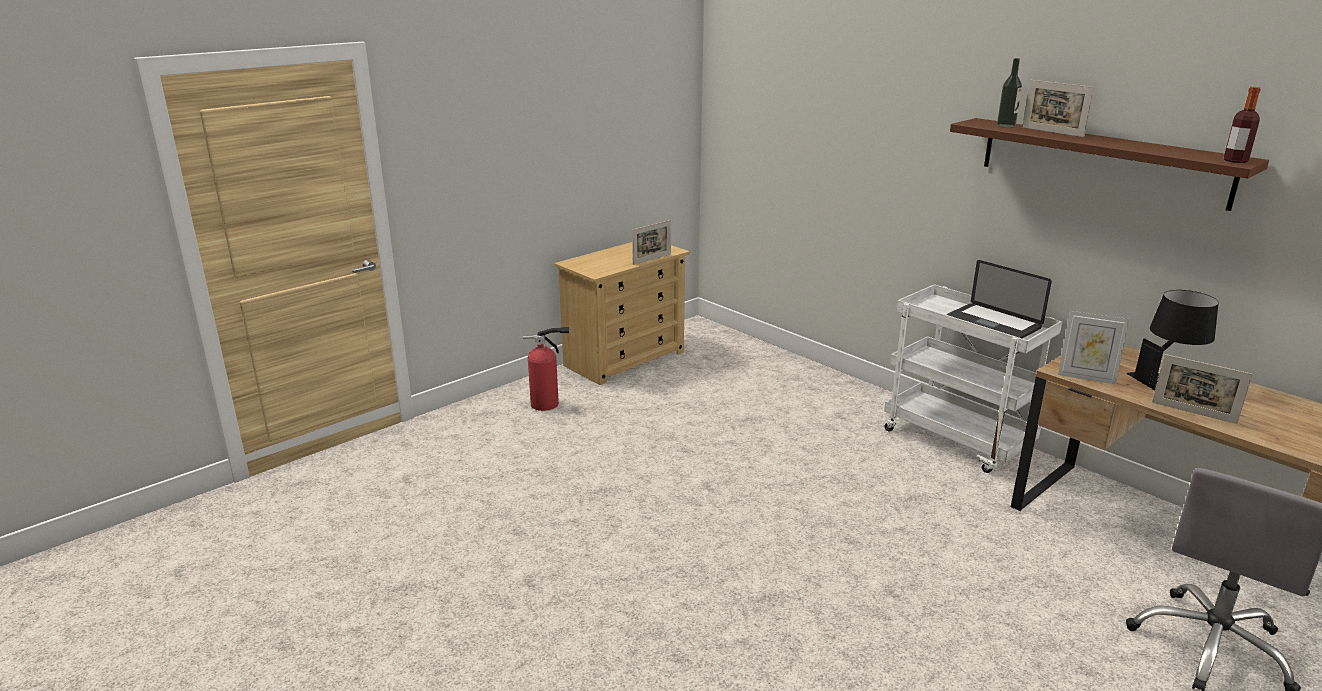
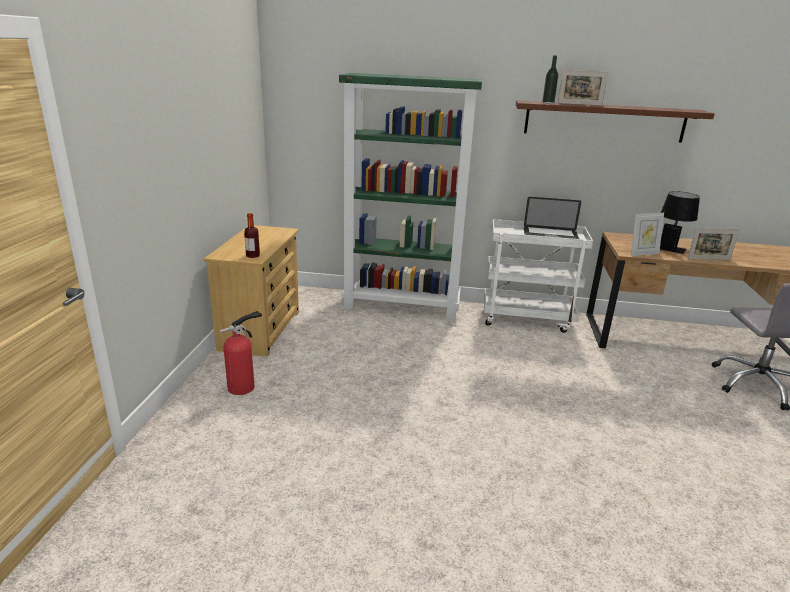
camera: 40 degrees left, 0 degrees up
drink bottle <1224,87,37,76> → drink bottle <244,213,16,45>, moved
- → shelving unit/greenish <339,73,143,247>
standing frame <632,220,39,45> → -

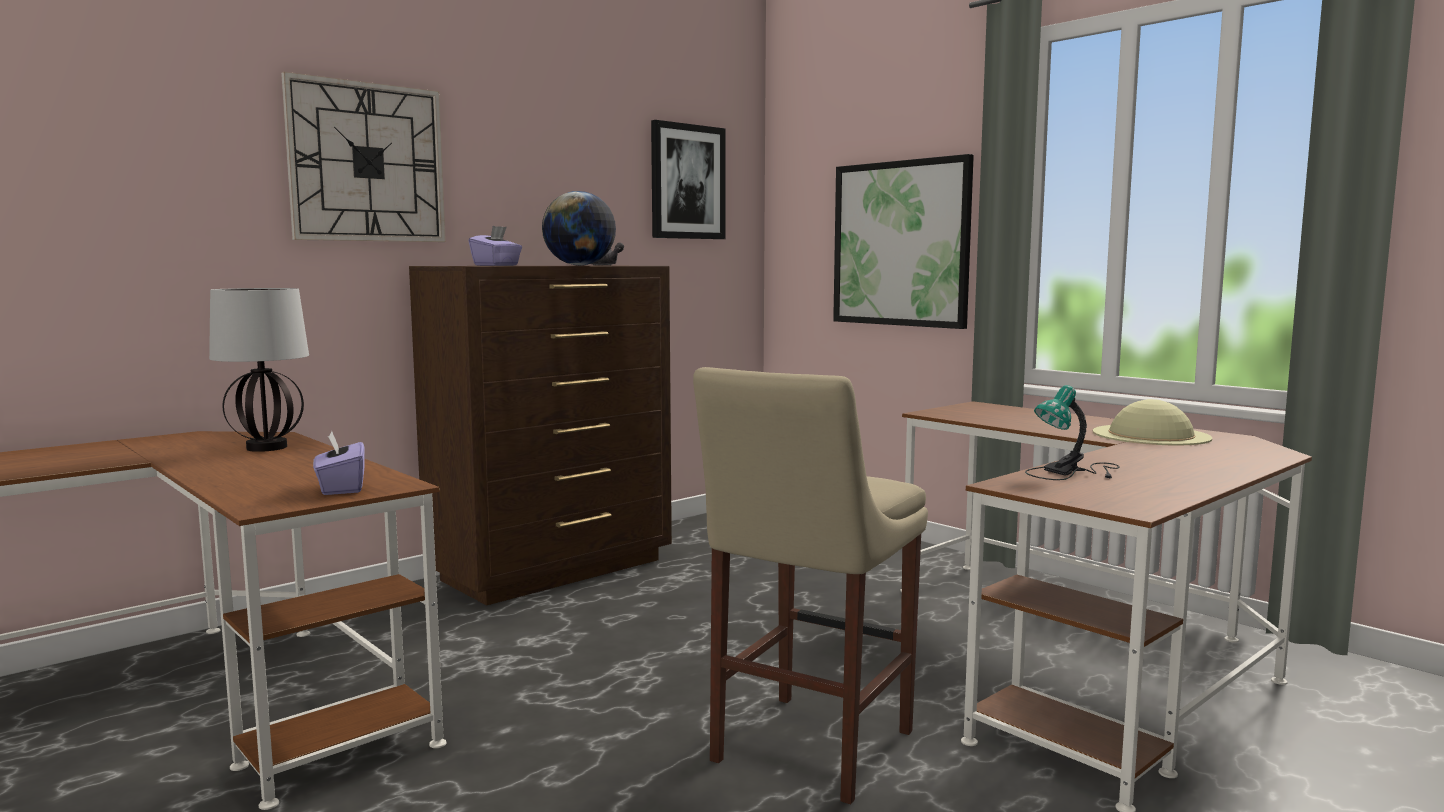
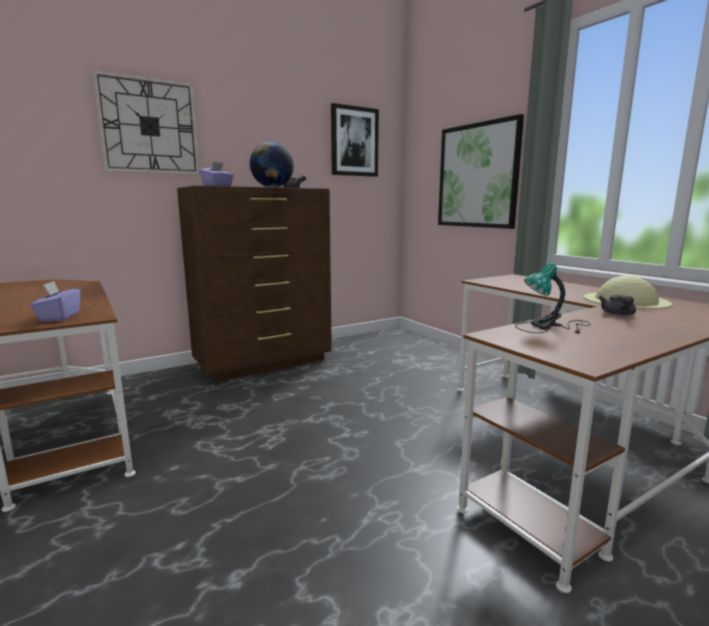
camera: 10 degrees right, 5 degrees up
- → teapot/grey <599,295,37,21>
lamp for a table <209,288,100,164> → -
stool seat/sand-coloured <693,367,235,437> → -

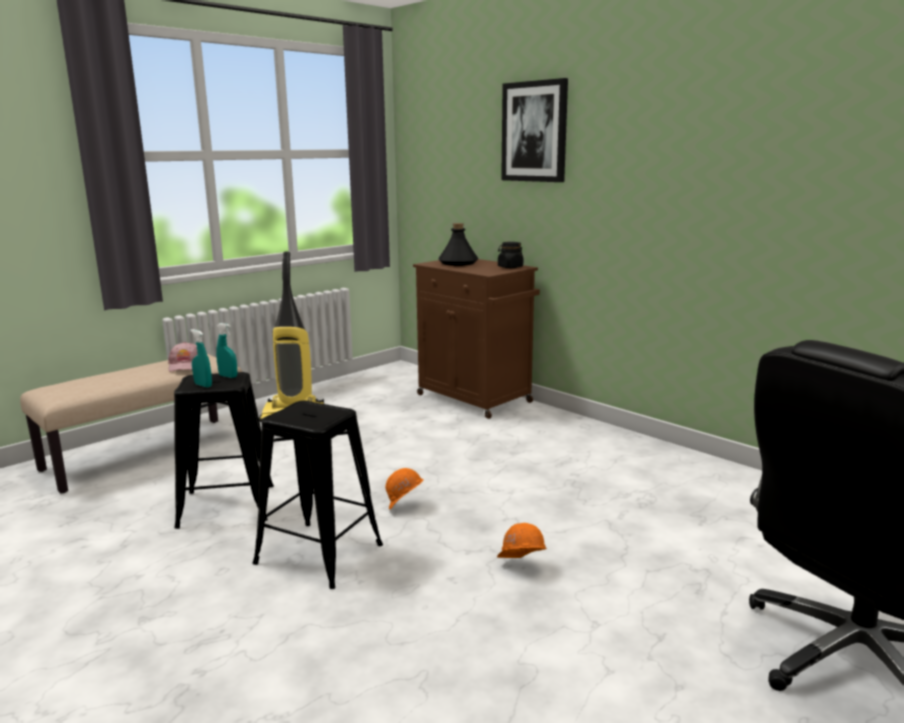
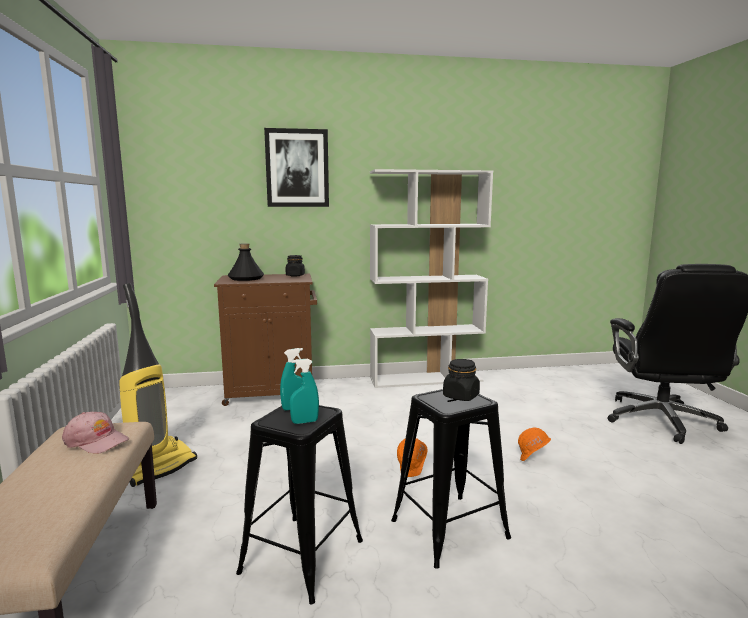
camera: 55 degrees left, 5 degrees down
- → shelving unit/whitish <370,169,123,219>
- → storage jar/black-coloured <443,359,37,42>

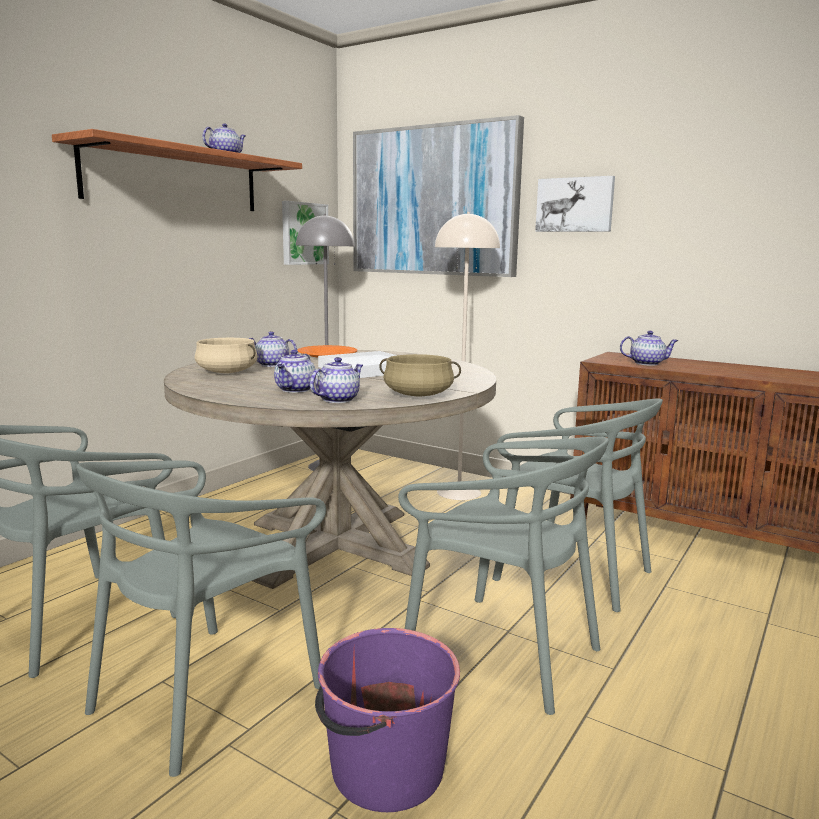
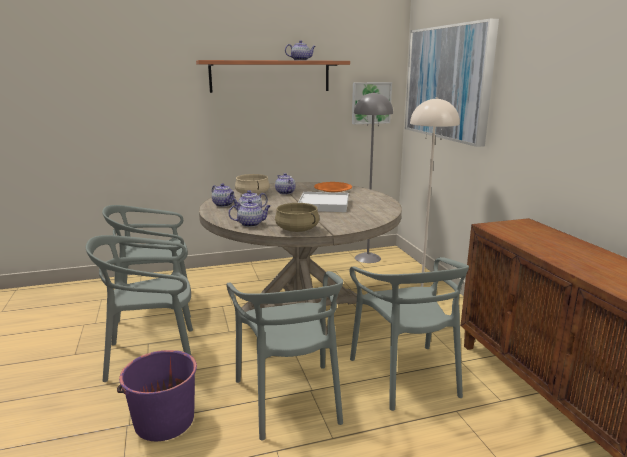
camera: 40 degrees right, 5 degrees up
teapot <620,331,58,35> → teapot <212,183,23,24>, moved
wall art <535,176,80,56> → -

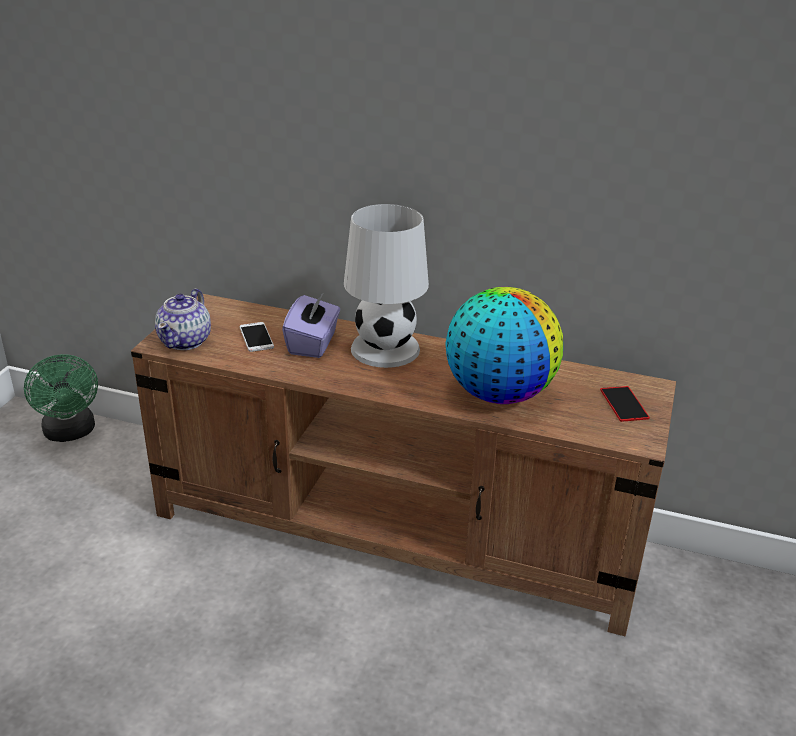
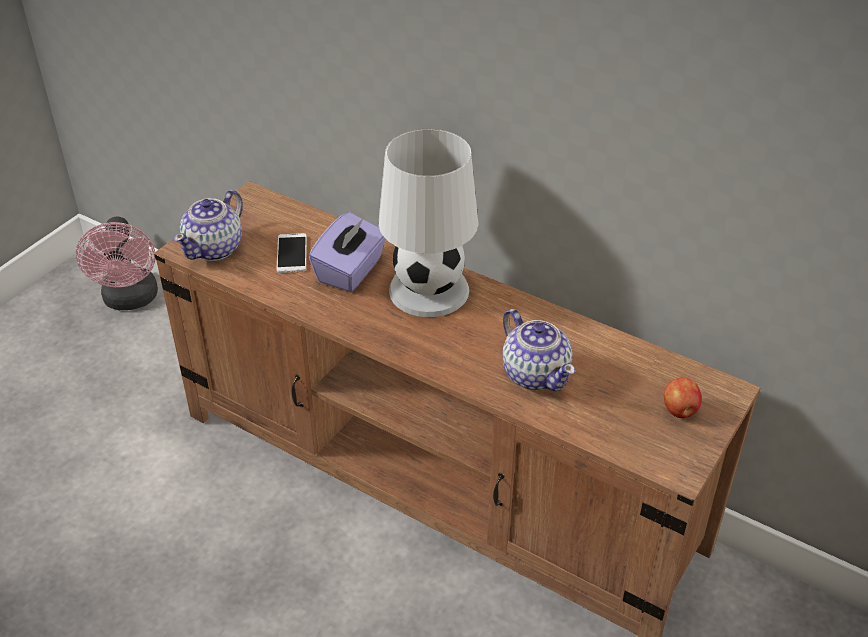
camera: 15 degrees right, 10 degrees up
cooling fan/greenish <24,354,74,88> → cooling fan/pink-coloured <76,216,82,94>
desk globe <445,287,118,117> → teapot <502,309,73,82>
handset <600,386,50,36> → apple <664,377,38,41>

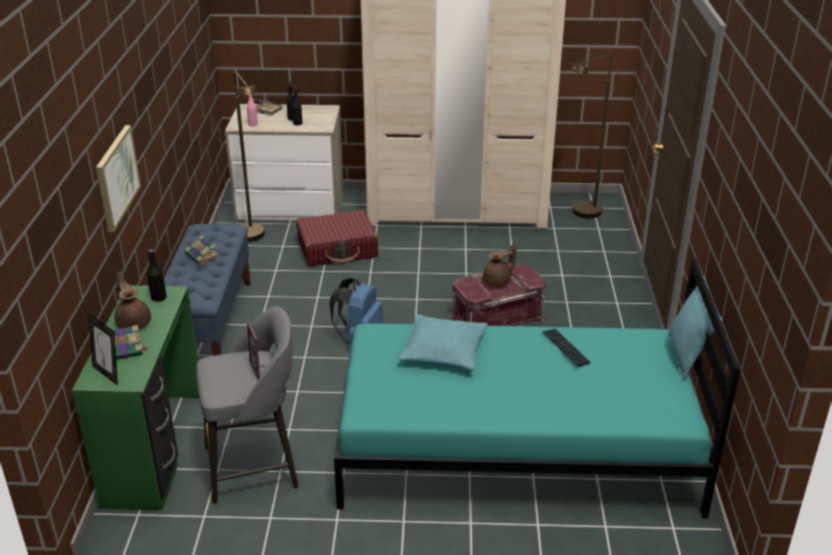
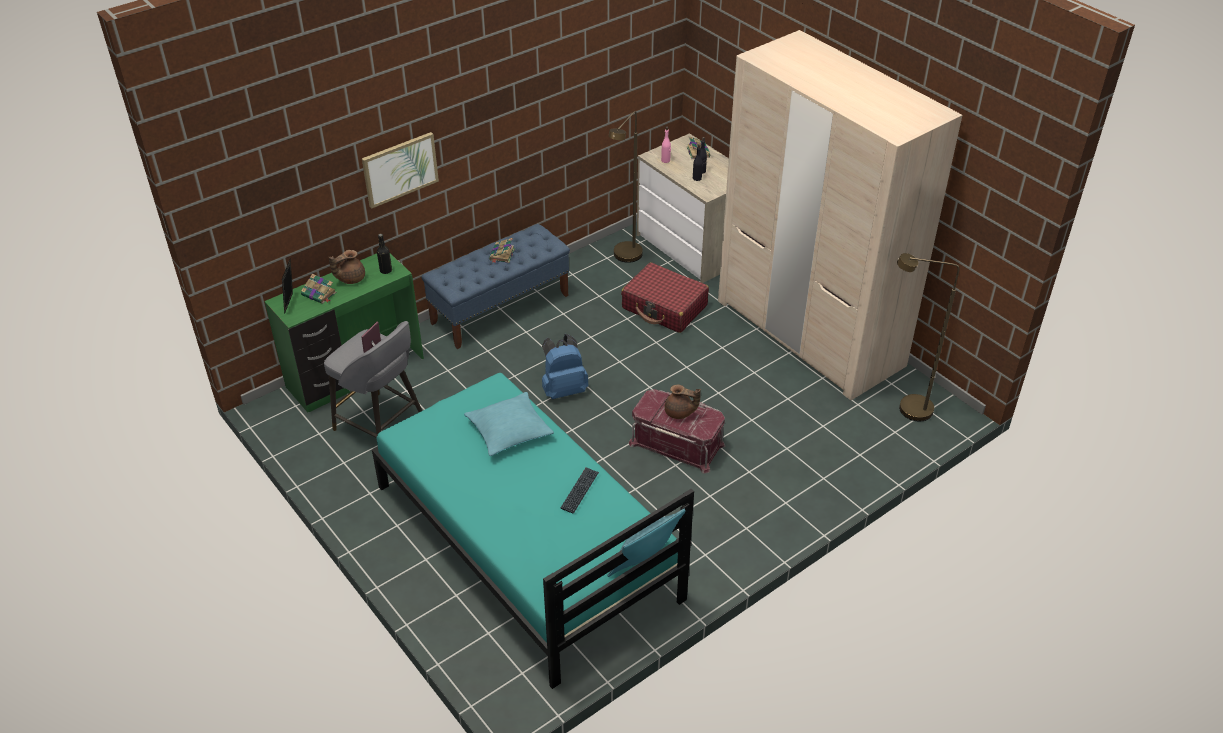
camera: 50 degrees right, 10 degrees up
teapot/brown <115,272,36,57> → teapot/brown <329,250,36,34>, 150 degrees counterclockwise

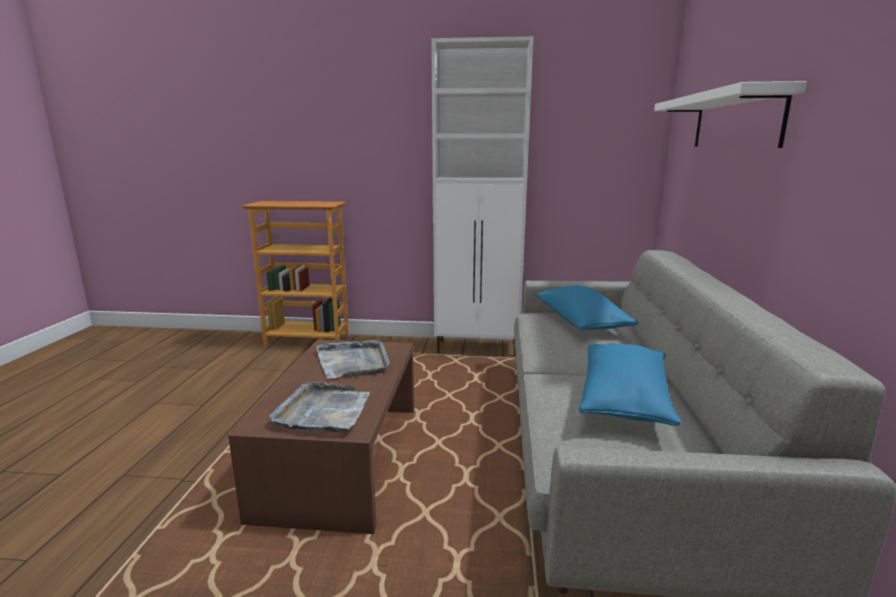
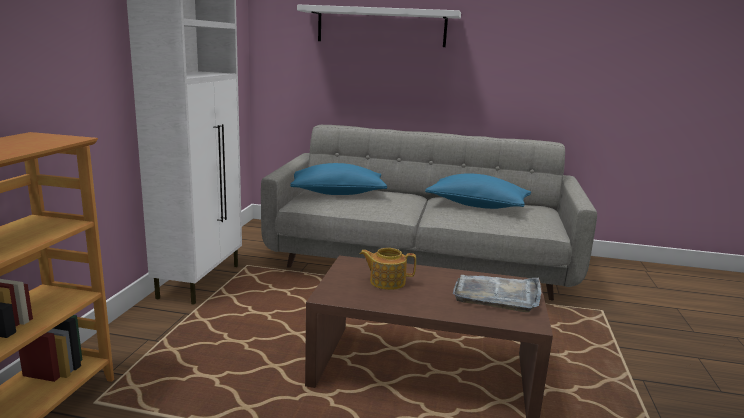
camera: 85 degrees left, 0 degrees up
carrying tray/grey <316,340,74,38> → teapot <360,248,56,42>

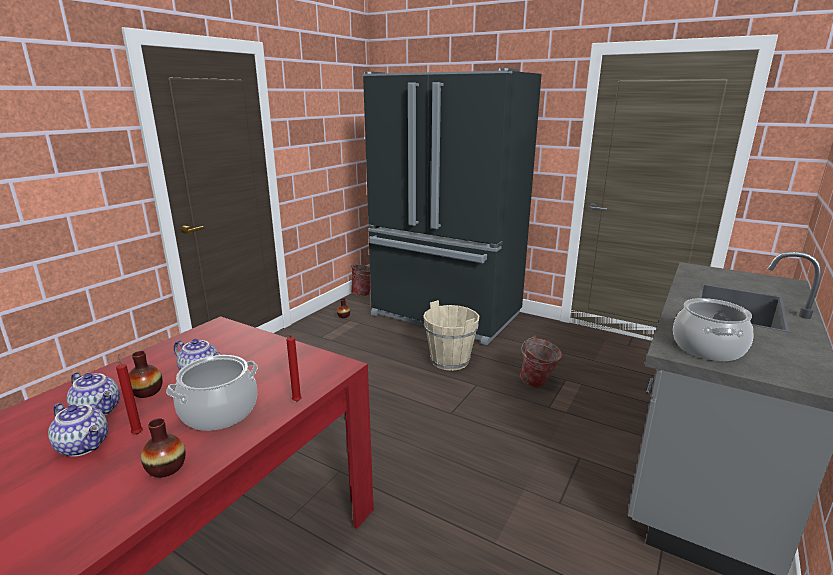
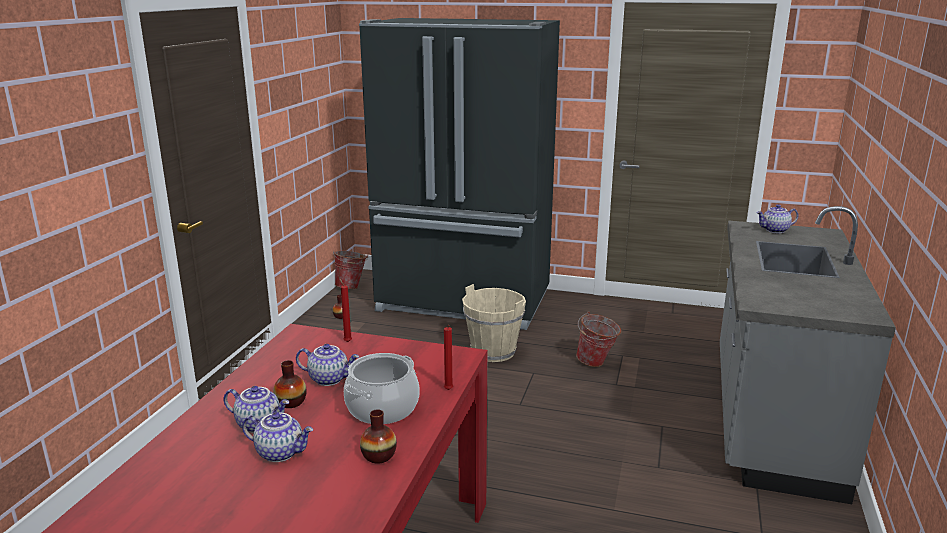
camera: 15 degrees left, 0 degrees up
candle/red-coloured <116,354,27,80> → candle/red-coloured <339,278,13,64>, moved
- → teapot <756,204,42,29>
stockpot <673,298,81,63> → -

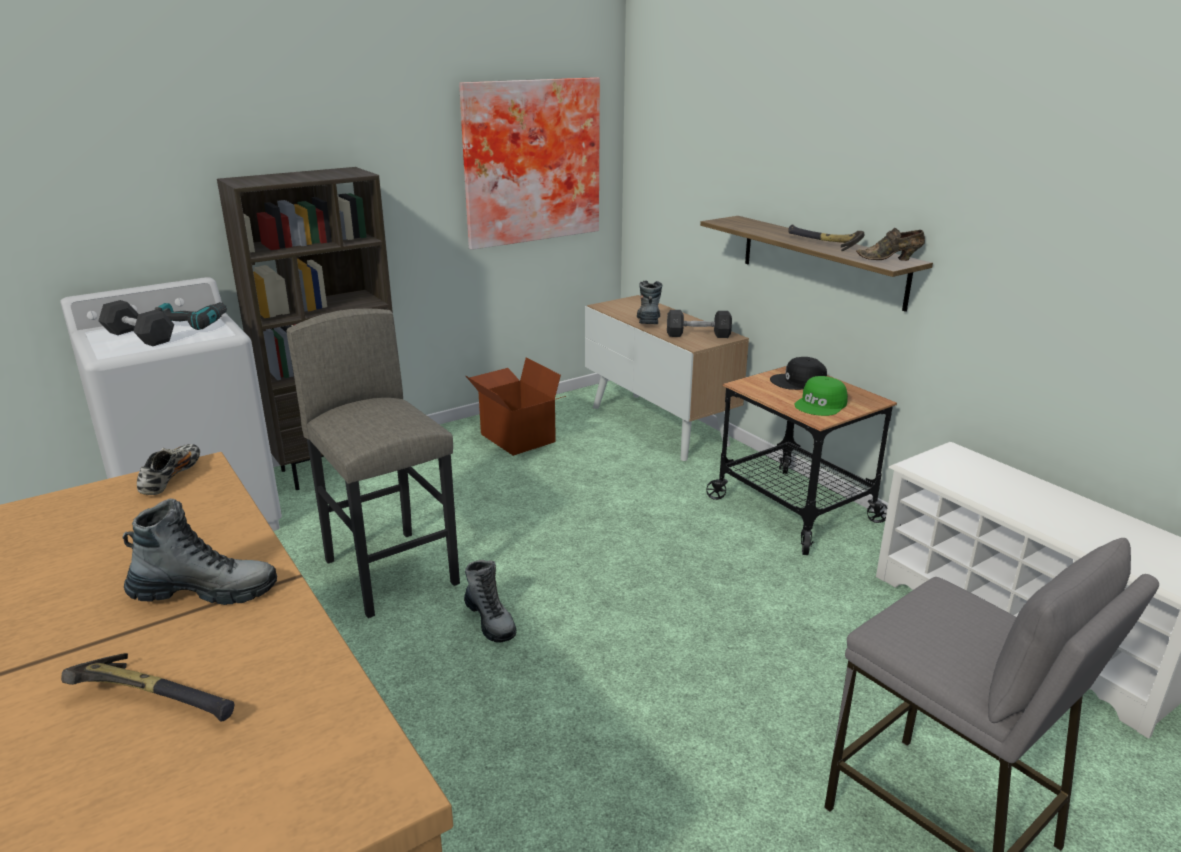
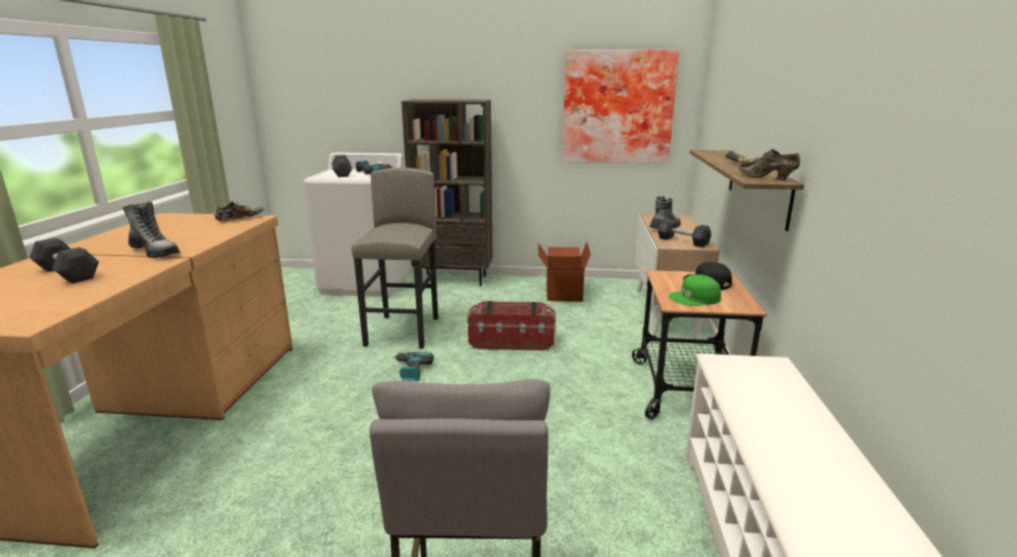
camera: 40 degrees right, 5 degrees down
hammer <61,653,174,69> → free weight/grey <29,238,70,45>
tall boot <464,560,53,83> → drill <393,352,41,29>
- → storage container <467,301,89,50>

